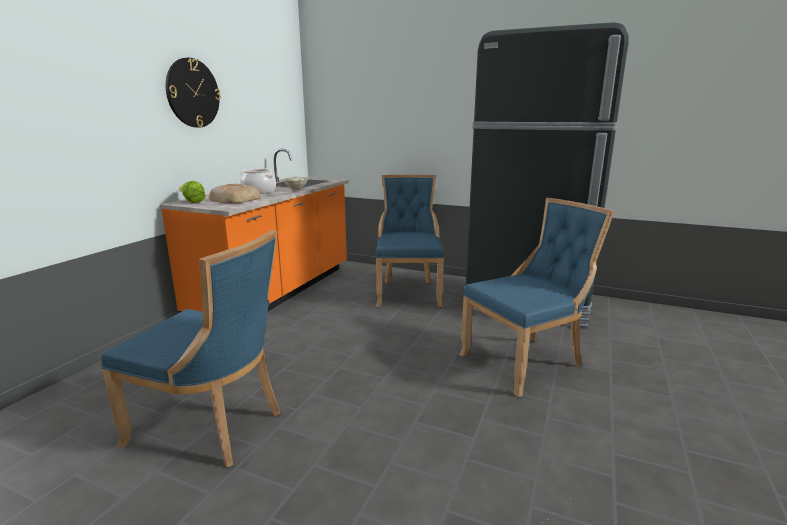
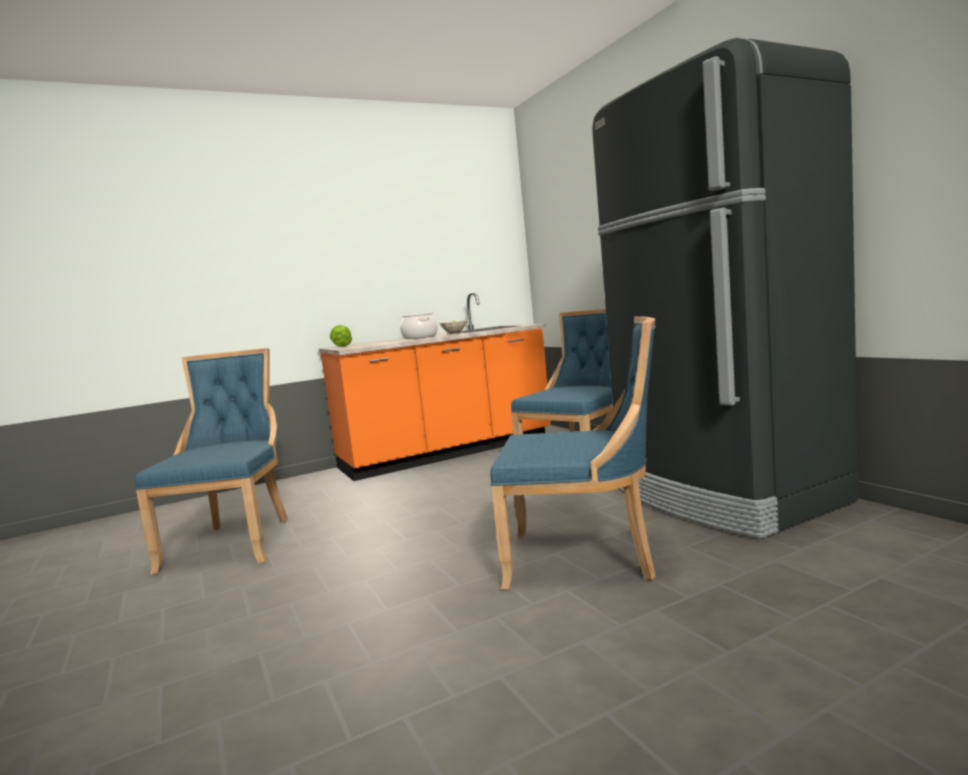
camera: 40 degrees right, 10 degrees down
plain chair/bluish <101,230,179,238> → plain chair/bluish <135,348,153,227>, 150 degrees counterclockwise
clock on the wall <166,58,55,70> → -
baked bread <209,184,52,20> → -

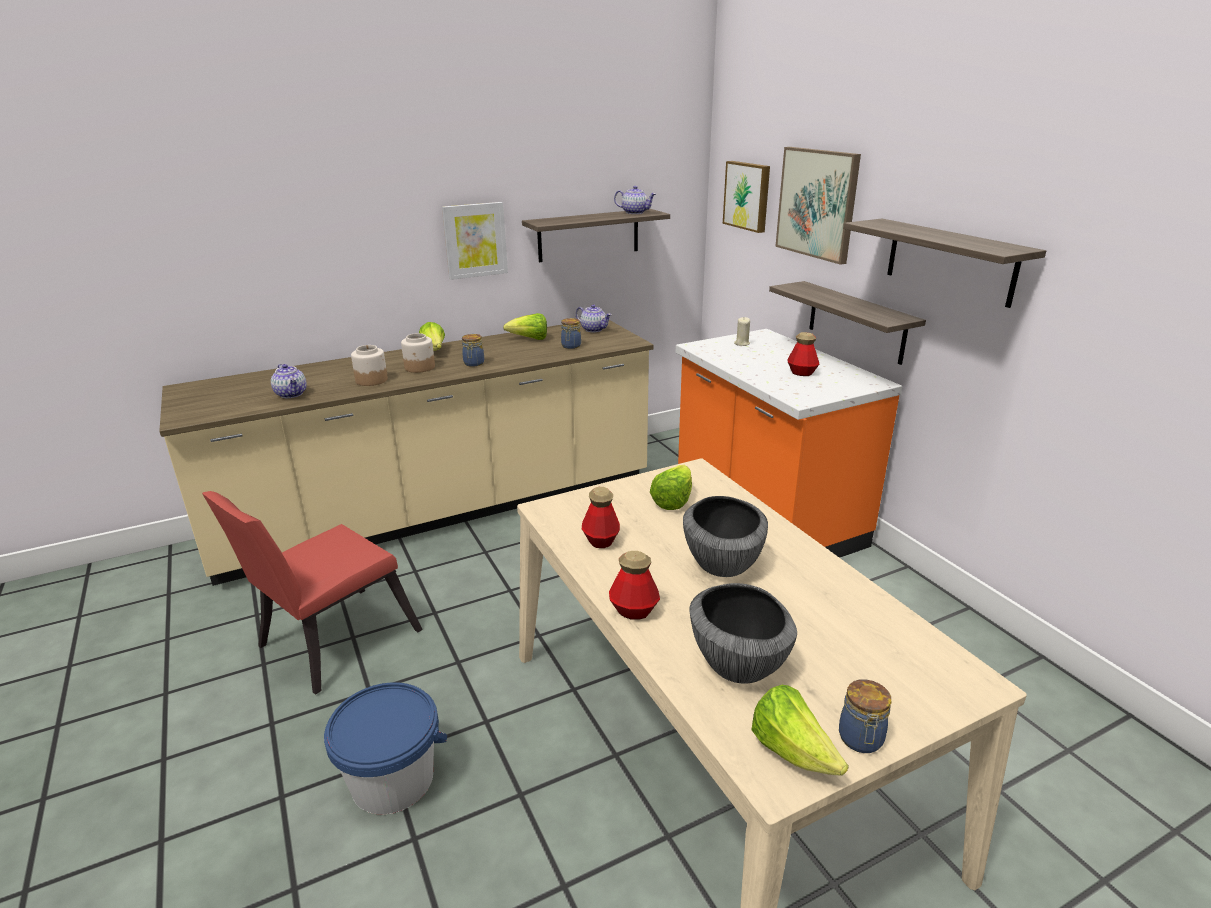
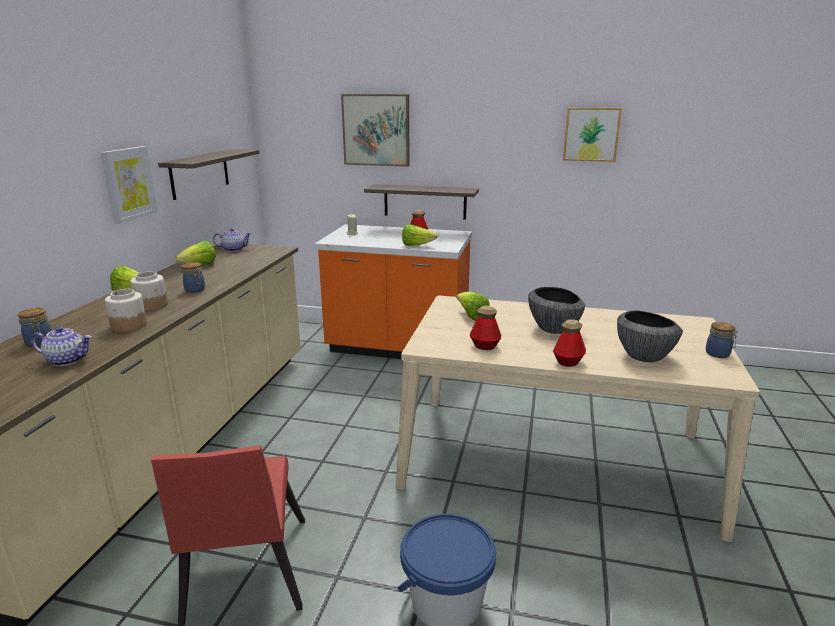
camera: 50 degrees left, 5 degrees down
storage jar <561,318,20,31> → storage jar <18,308,34,39>, moved
lettuce head <751,685,98,91> → lettuce head <402,224,36,22>, moved
wall art <723,161,47,72> → wall art <563,107,59,55>, moved
teapot <614,186,42,28> → -
bracket shelf <843,219,203,89> → -

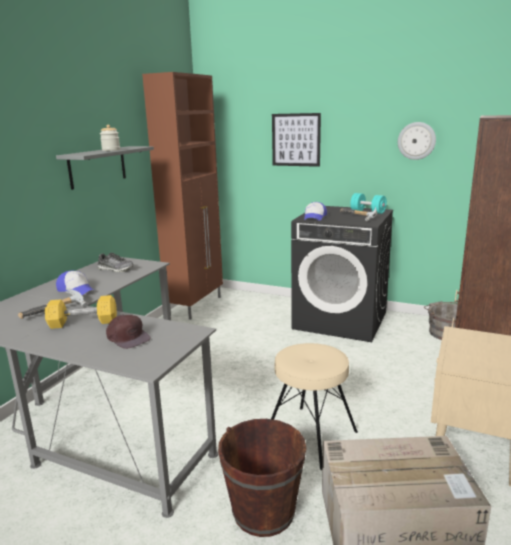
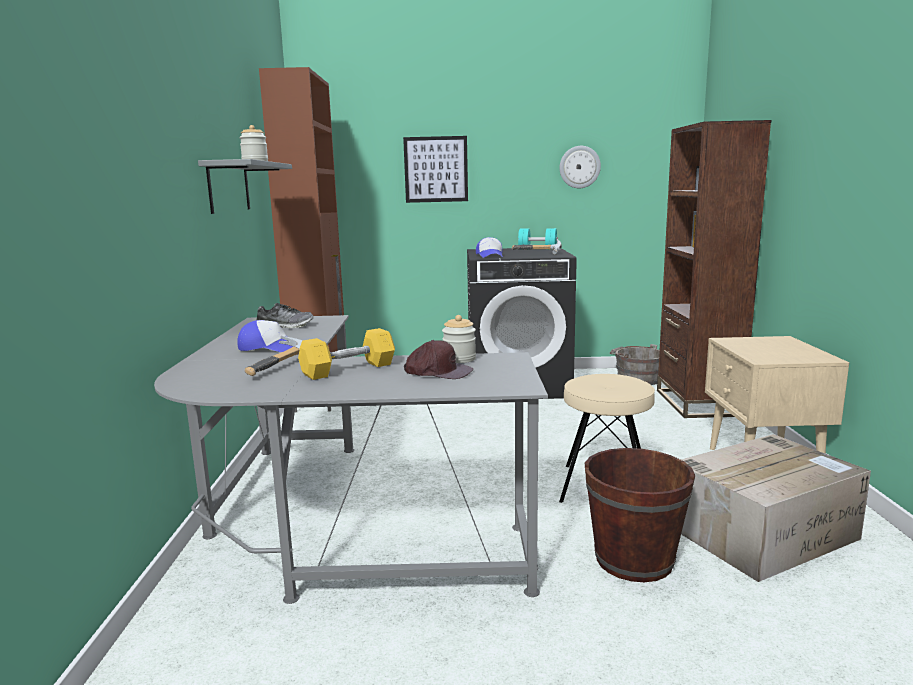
camera: 25 degrees left, 5 degrees down
- → storage jar <442,315,34,48>

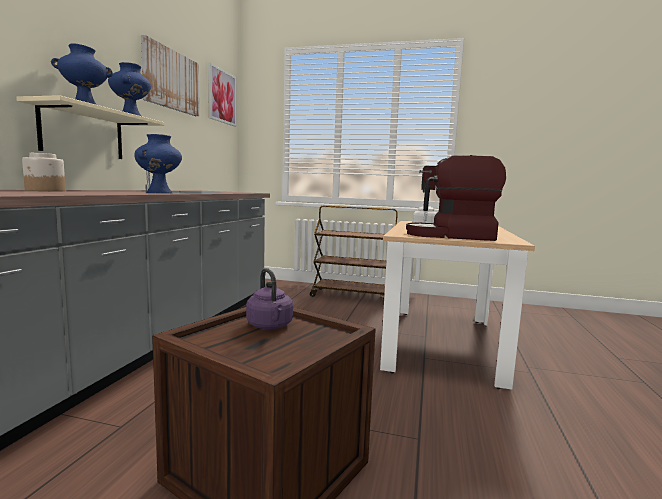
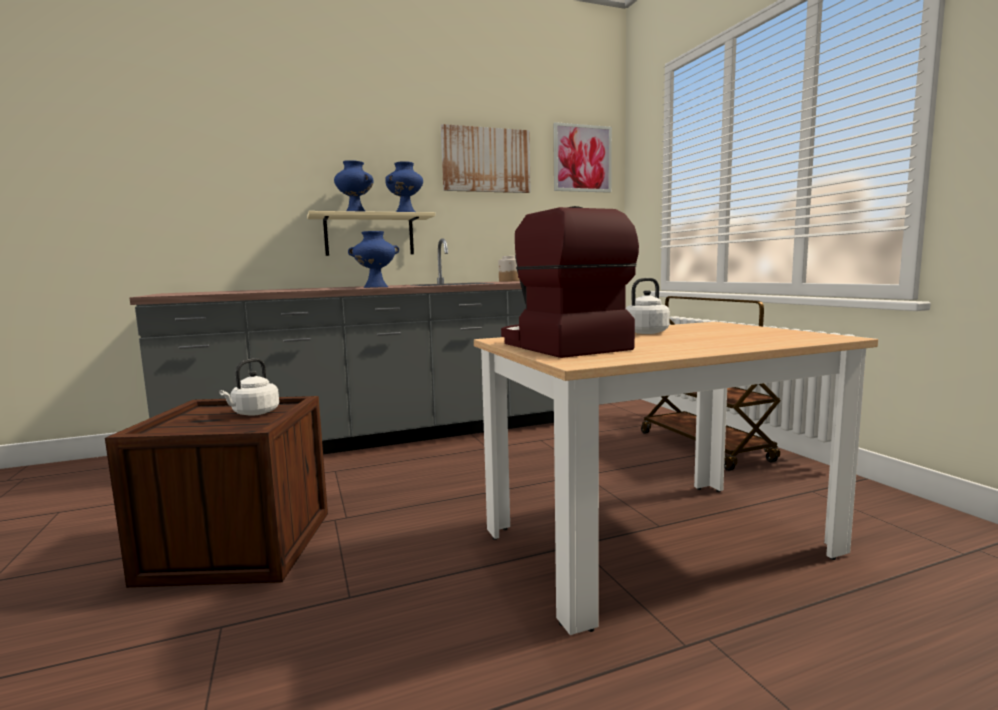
camera: 55 degrees right, 0 degrees up
water kettle/purple-coloured <246,268,47,61> → water kettle/whitish <219,358,60,58>
storage jar <22,153,44,38> → storage jar <498,256,22,26>, moved

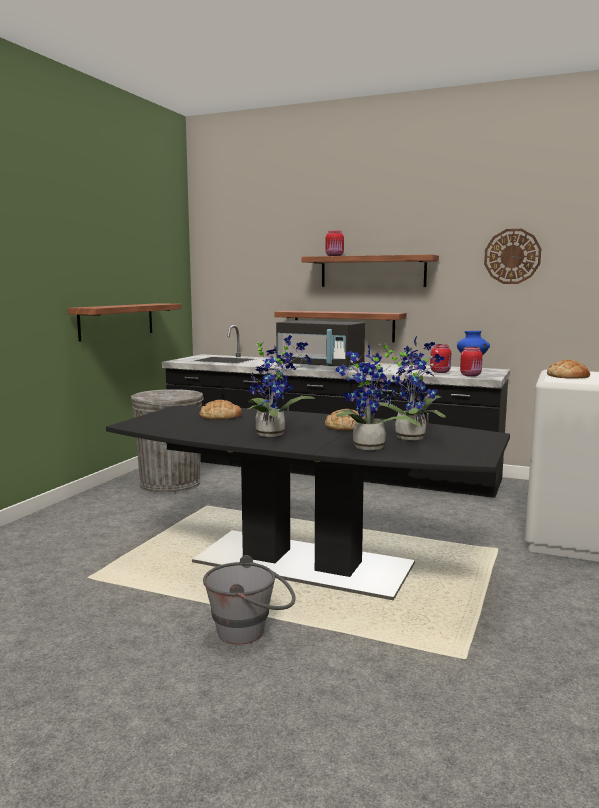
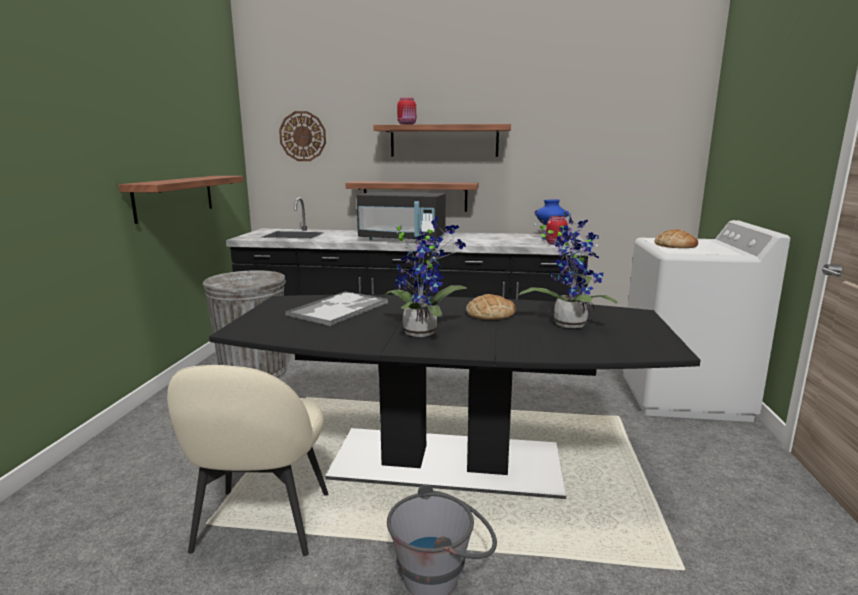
camera: 15 degrees left, 5 degrees up
- → plain chair/sand-coloured <167,365,161,191>
clock on the wall <484,229,57,55> → clock on the wall <279,111,47,50>, moved
baked bread <200,400,42,20> → carrying tray <285,291,103,35>
plant in a pot <336,344,85,106> → -
storage jar/red-coloured <430,344,21,29> → -

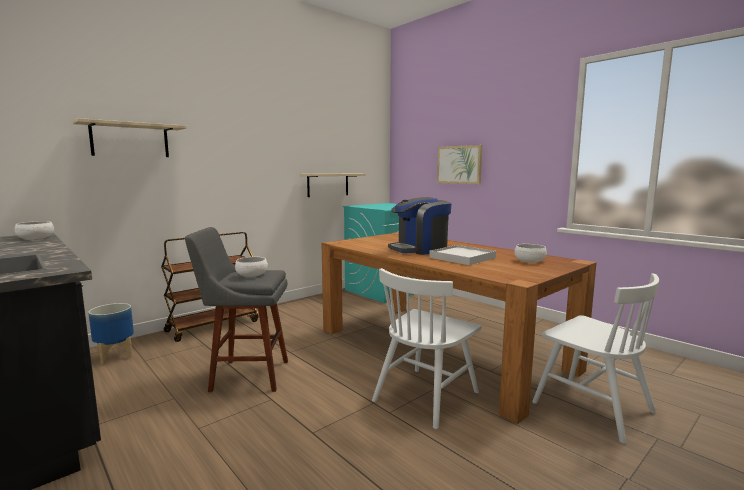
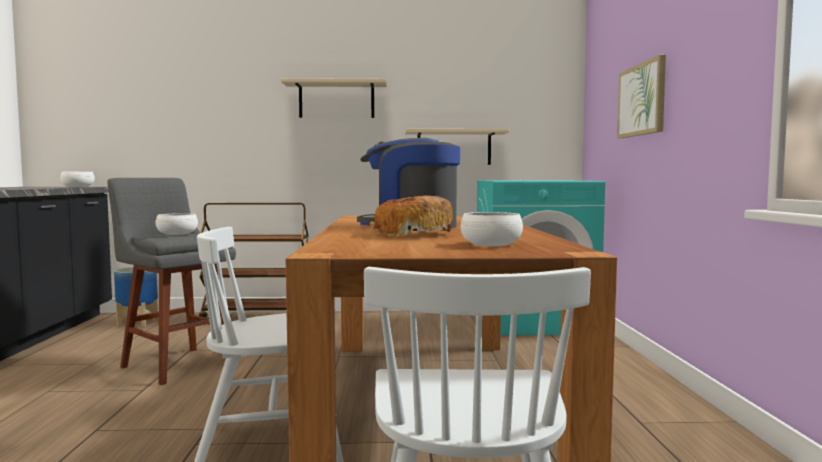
camera: 40 degrees right, 5 degrees down
bracket shelf/sand-coloured <73,118,114,39> → bracket shelf/sand-coloured <281,78,106,40>, moved
carrying tray/whitish <429,245,67,20> → baked bread <370,195,83,41>

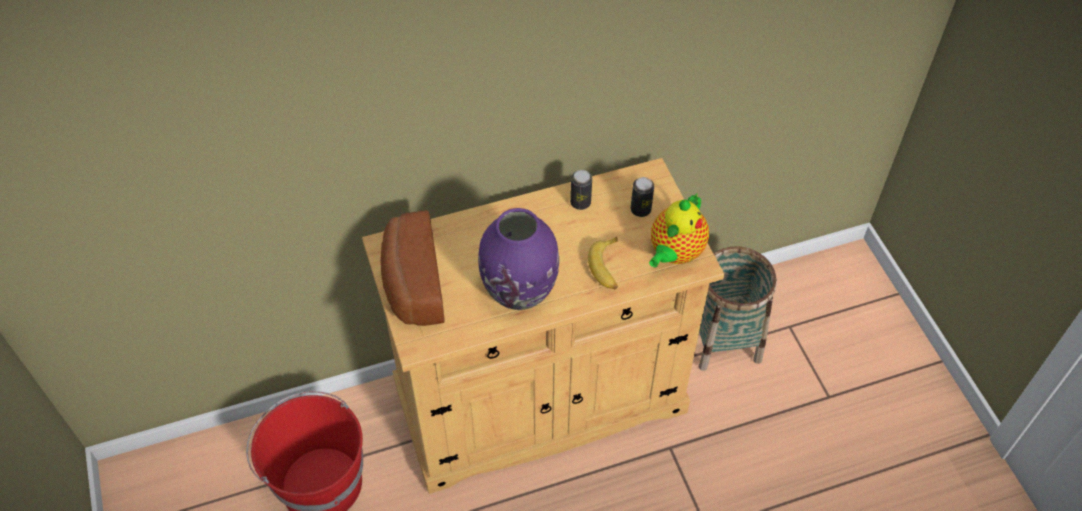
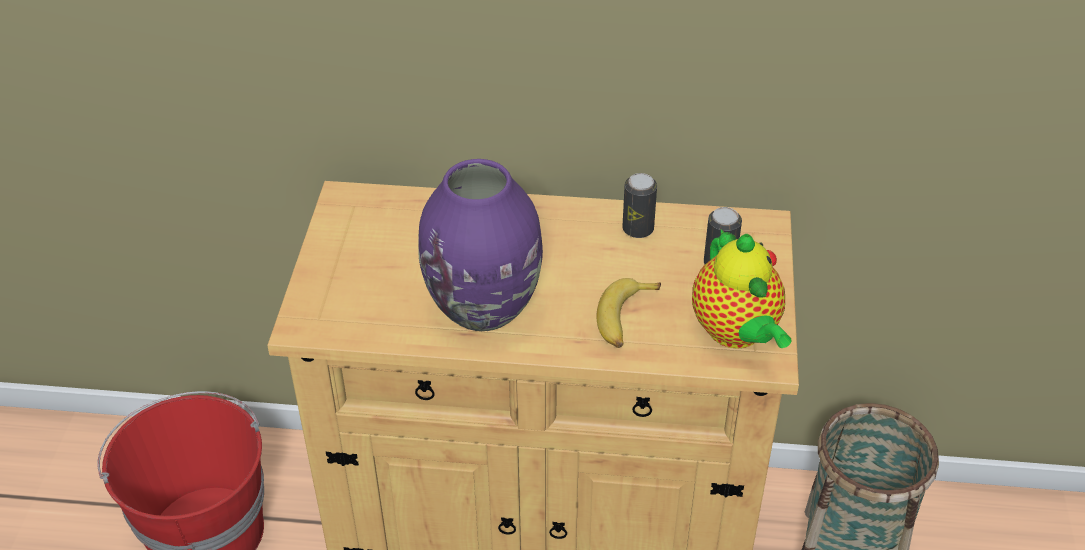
camera: 25 degrees right, 10 degrees down
teapot <649,194,60,74> → teapot <692,229,99,120>, 75 degrees counterclockwise
baked bread <380,210,65,116> → -

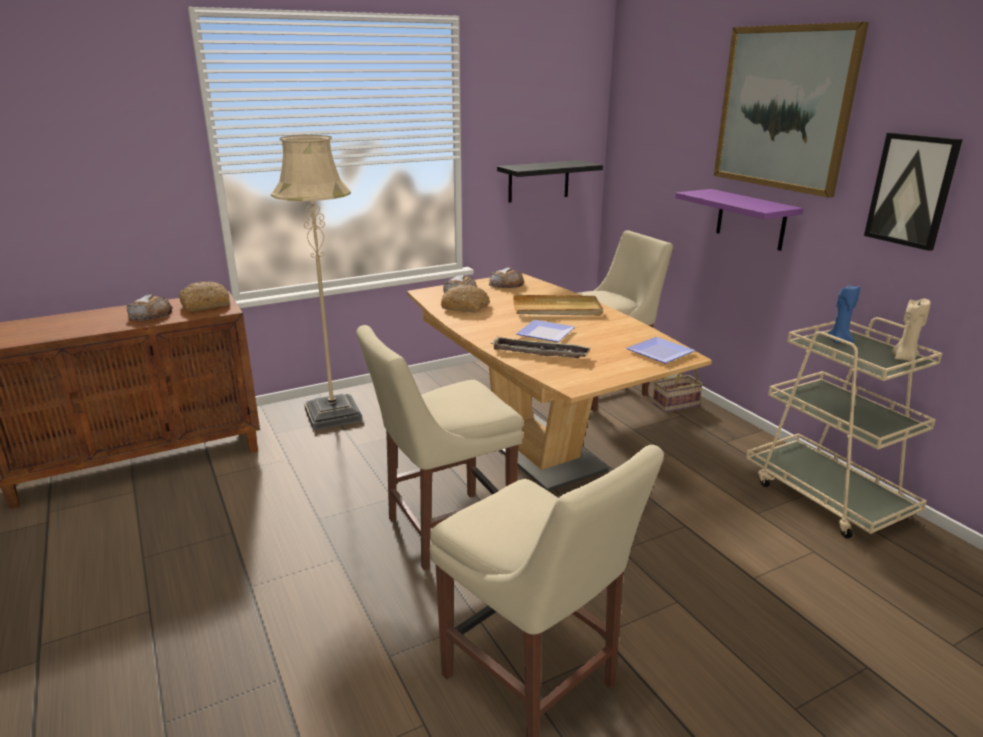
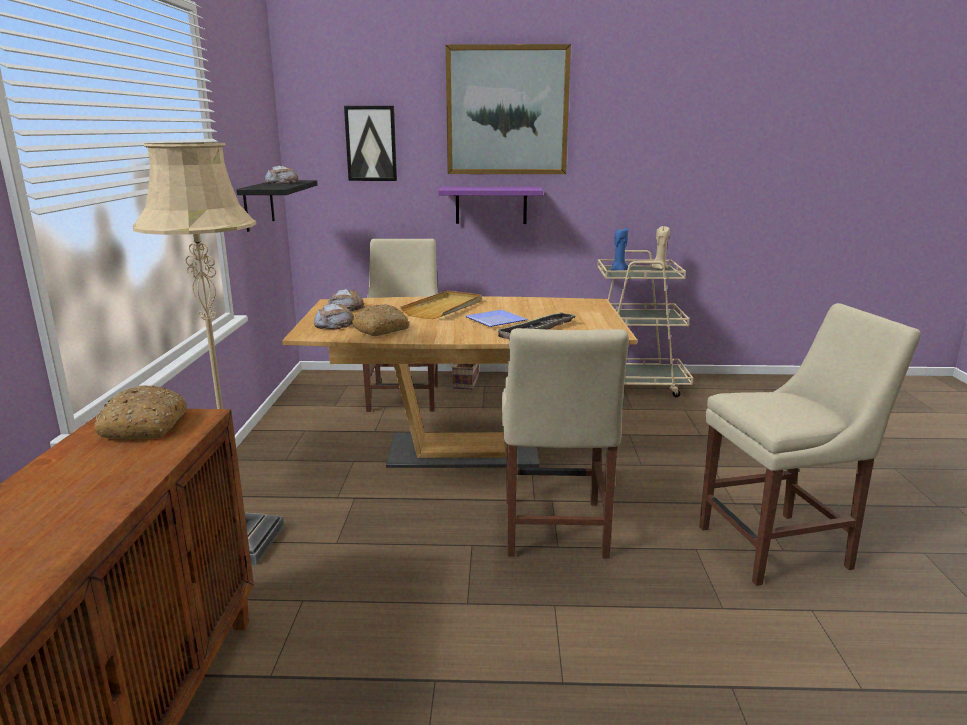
camera: 60 degrees left, 5 degrees down
baked bread <127,294,46,27> → baked bread <265,166,33,18>, moved
wall art <864,133,99,118> → wall art <344,106,53,75>, moved
dinner plate <626,337,70,26> → -

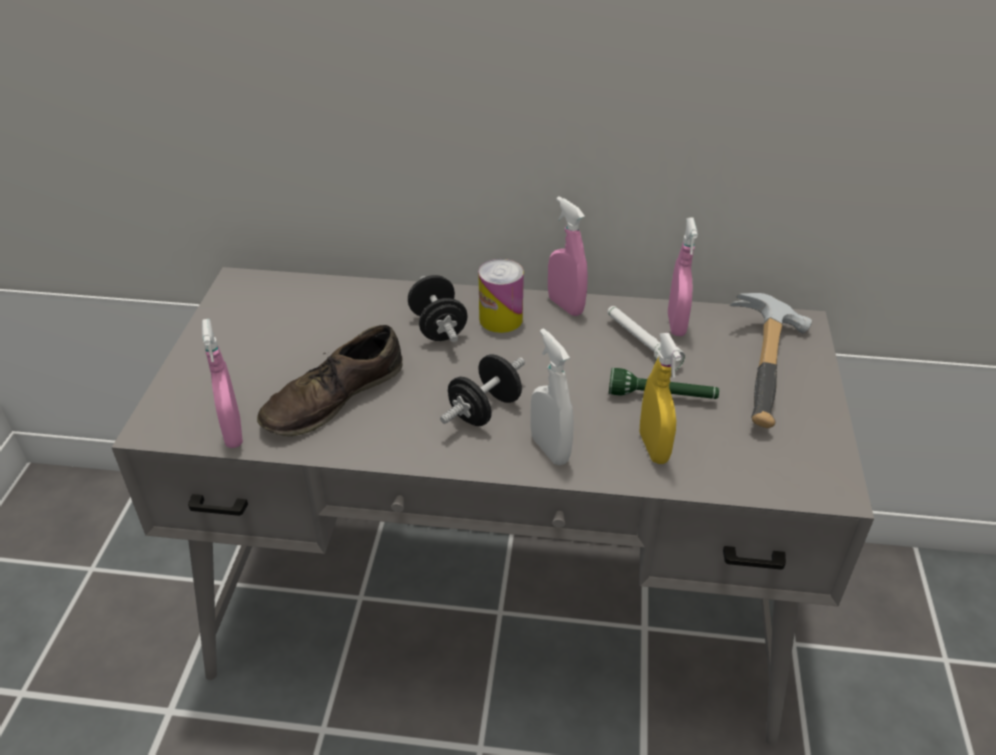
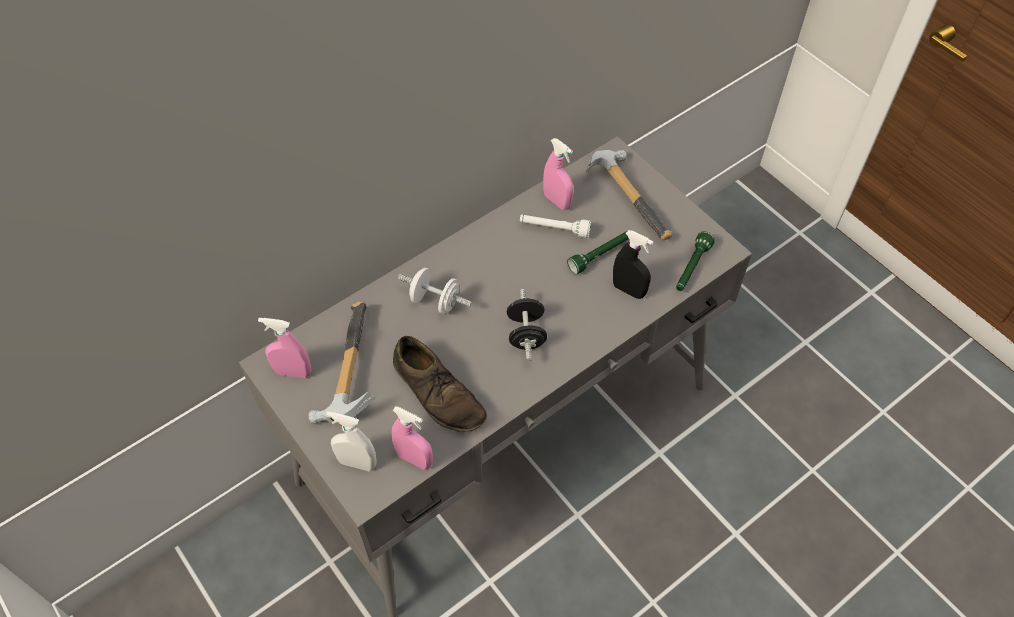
camera: 45 degrees left, 15 degrees up
sprayer/pink-coloured <548,196,40,120> → sprayer/pink-coloured <258,318,53,60>, moved
- → hammer <308,301,68,123>
sprayer/whitish <530,328,44,137> → sprayer/whitish <326,411,51,60>, moved
low shoe/brown <257,325,146,111> → low shoe/brown <393,336,94,96>, 45 degrees counterclockwise
free weight/black-coloured <408,275,60,67> → free weight/whitish <398,268,74,46>
sprayer/yellow-coloured <640,333,42,131> → sprayer/black-coloured <613,230,40,69>
- → hand torch/greenish <676,231,39,60>
sealed can <478,259,46,74> → -

